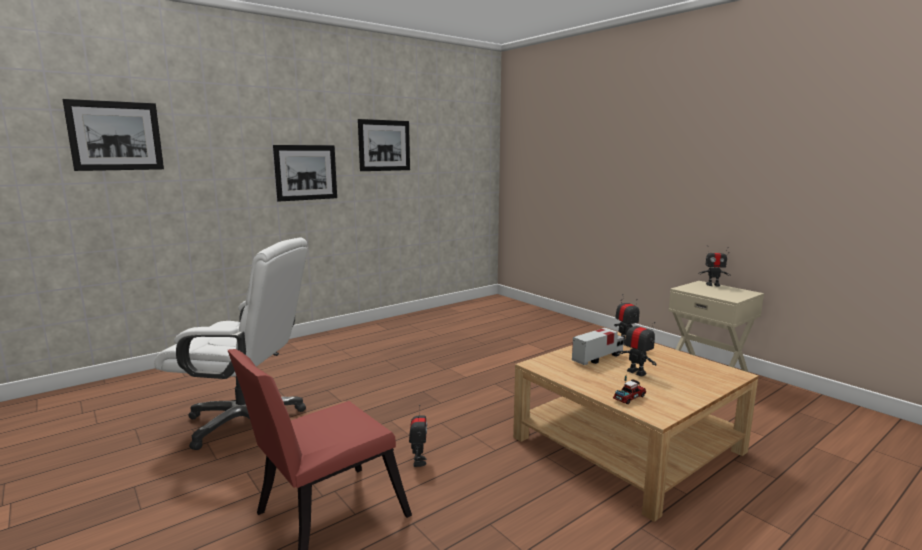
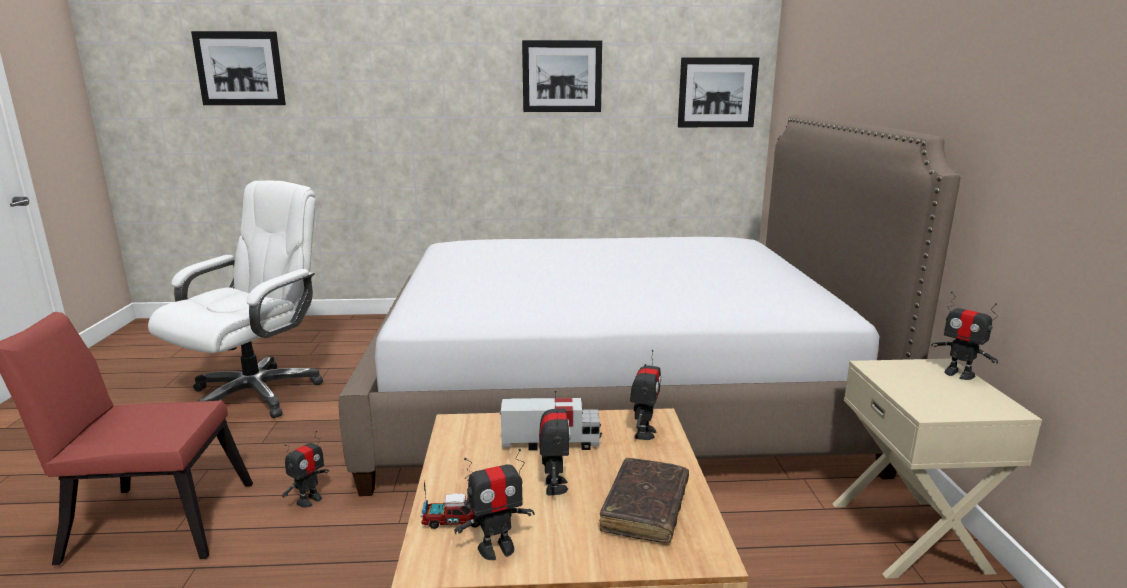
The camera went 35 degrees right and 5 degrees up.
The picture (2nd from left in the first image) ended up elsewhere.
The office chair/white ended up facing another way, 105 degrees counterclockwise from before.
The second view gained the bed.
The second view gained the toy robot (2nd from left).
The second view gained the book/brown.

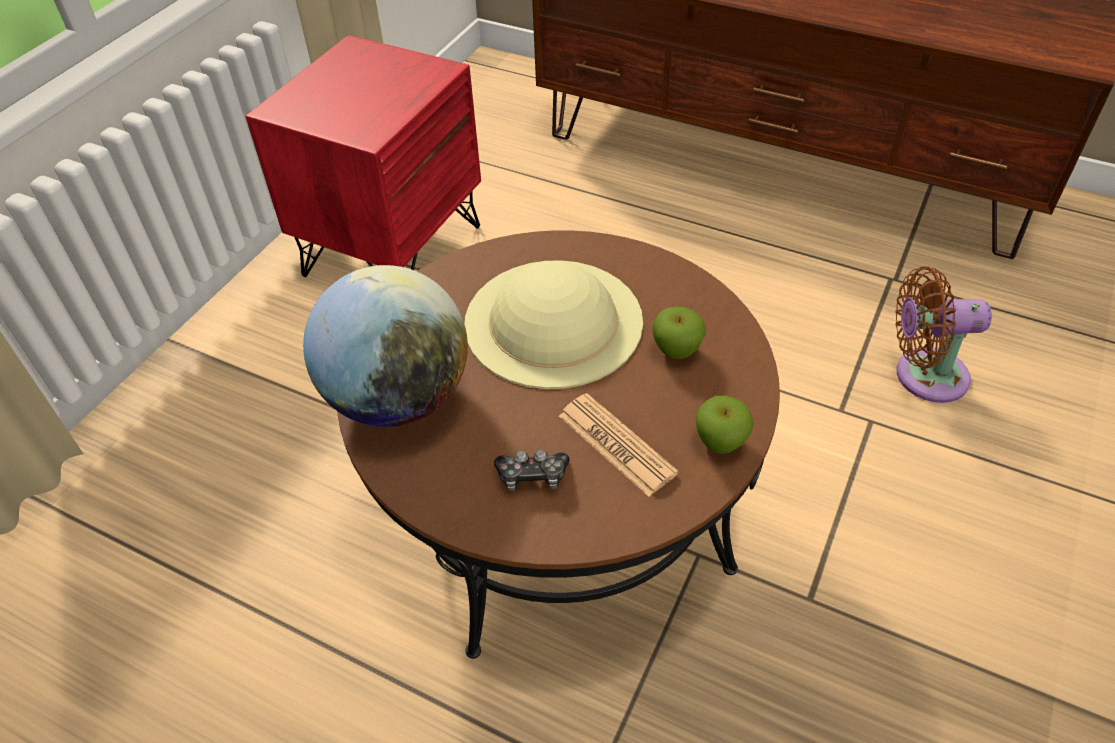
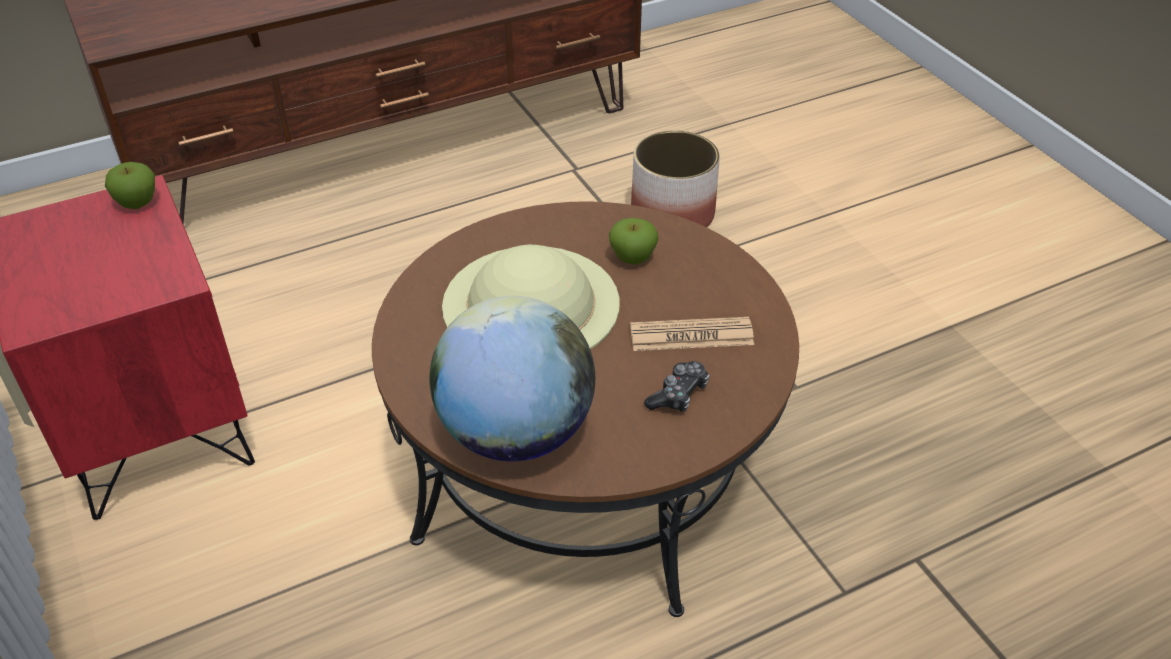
The camera went 55 degrees left and 5 degrees down.
Where the fan/brown stood, the planter came to stand.
The apple (2nd from left in the first image) ended up elsewhere.

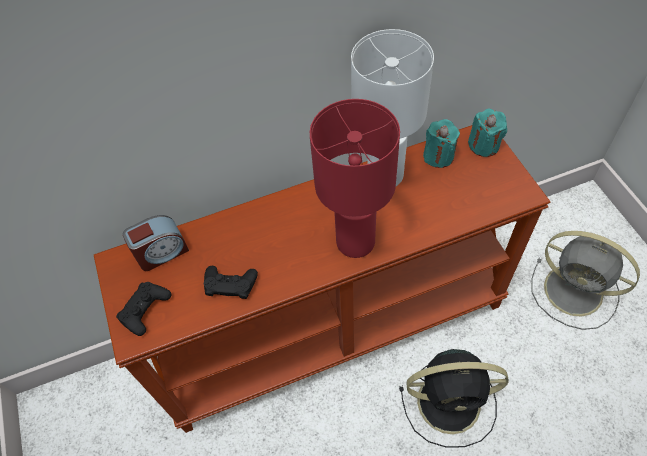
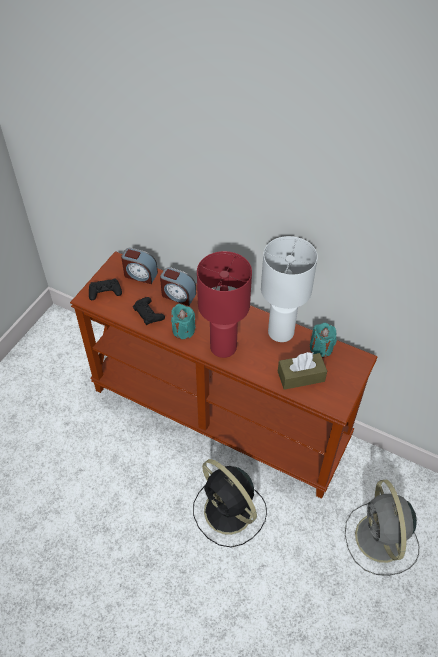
The camera went 45 degrees right and 5 degrees down.
The candle/turquoise (2nd from left in the first image) ended up elsewhere.
The second view gained the alarm clock (2nd from left).
The second view gained the tissue box/brown.

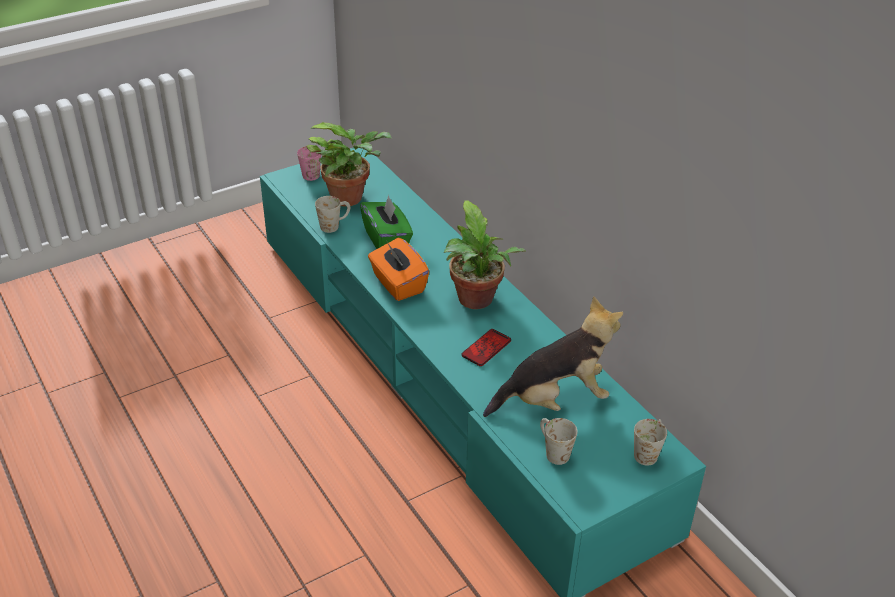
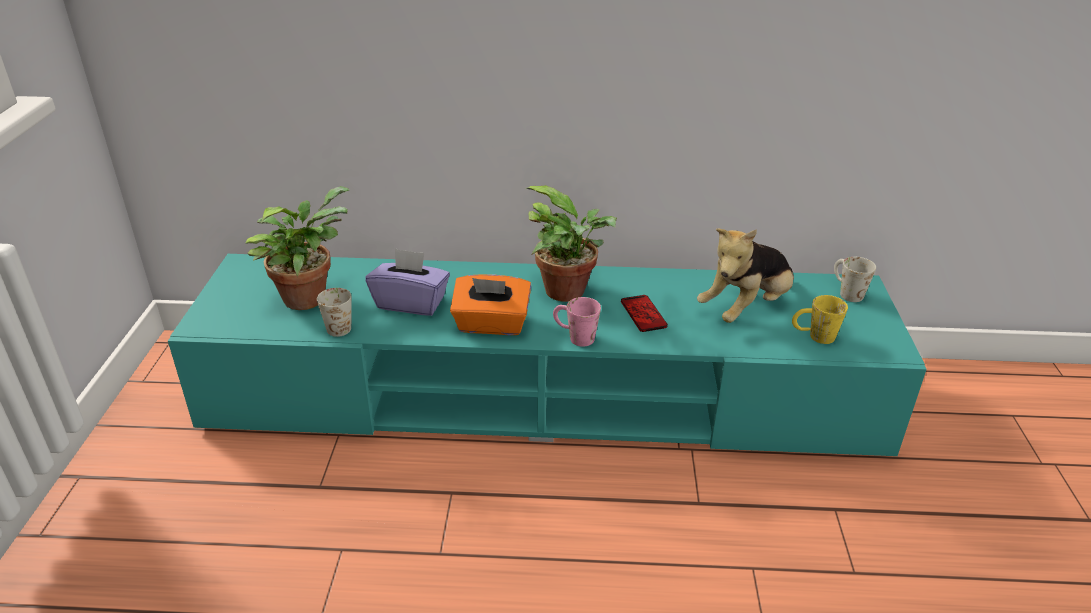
The camera went 55 degrees left and 5 degrees down.
The mug/pink ended up elsewhere.
What was the tissue box/green turned into the tissue box/purple.
The plush toy ended up facing another way, 150 degrees counterclockwise from before.
What was the mug/white (2nd from left) turned into the mug/yellow.

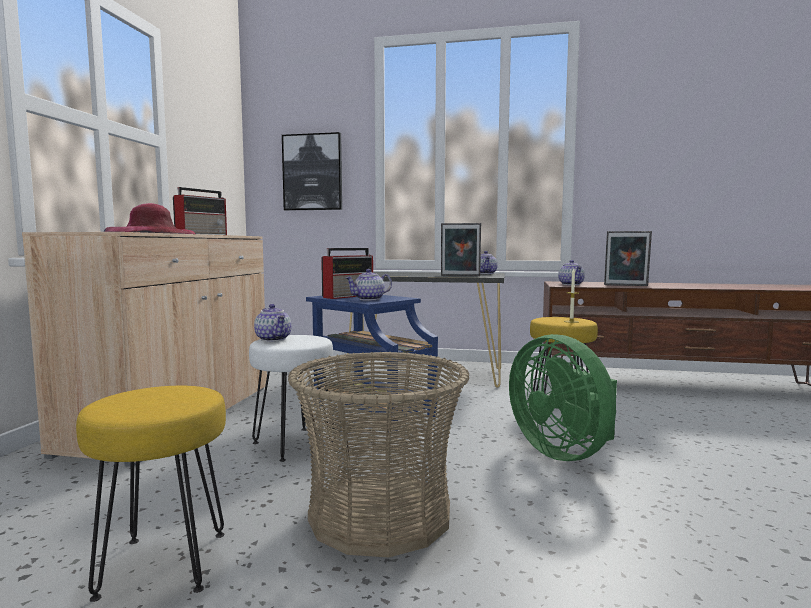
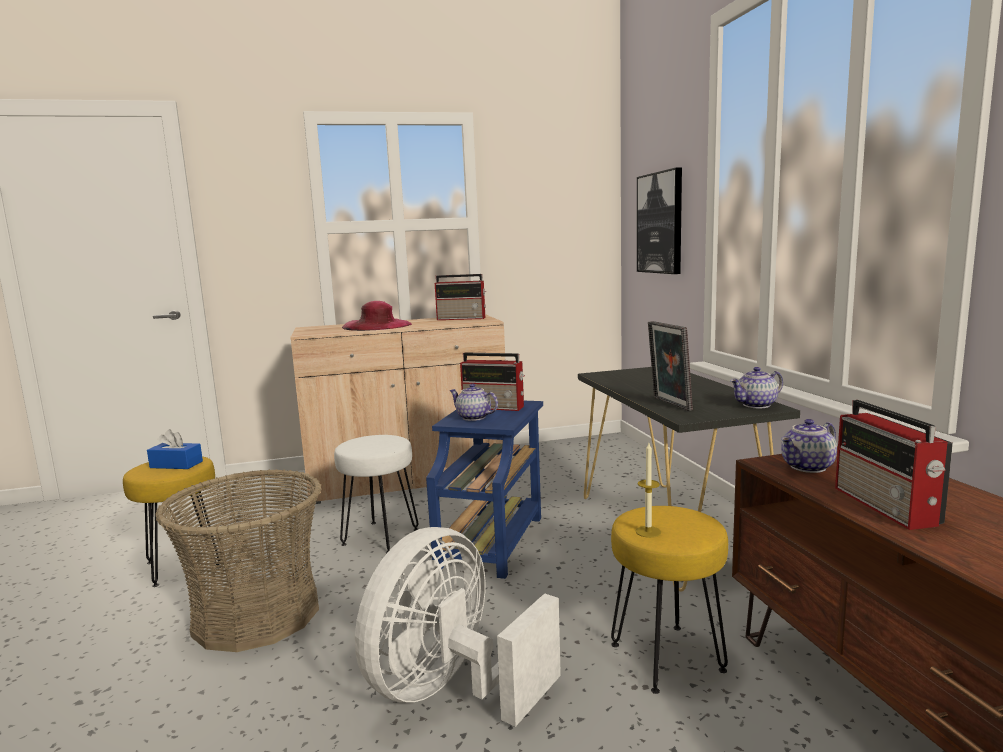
The camera went 65 degrees right and 5 degrees up.
Where the picture frame (2nd from left) stood, the radio (3rd from left) came to stand.
The second view lost the teapot (1st from left).
What was the fan/green turned into the fan/white.
The second view gained the tissue box/blue.

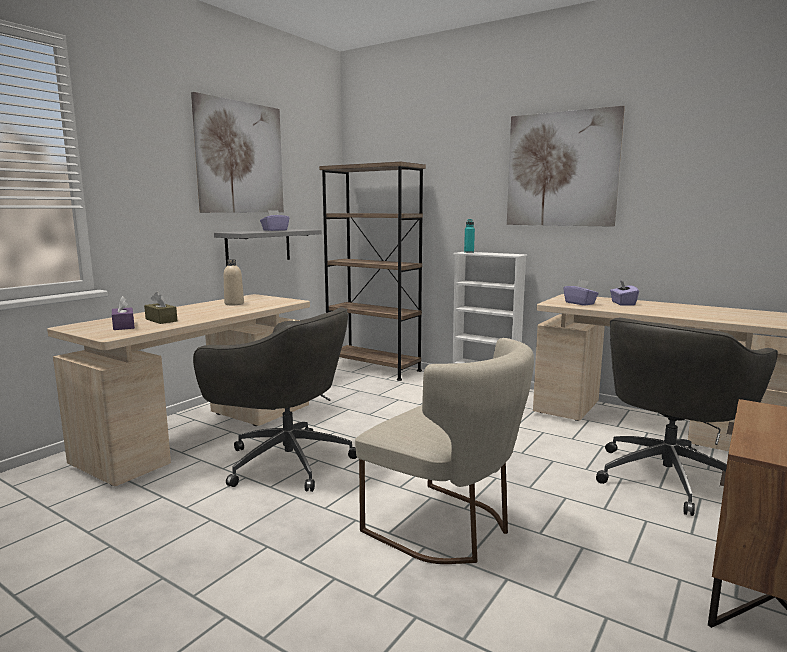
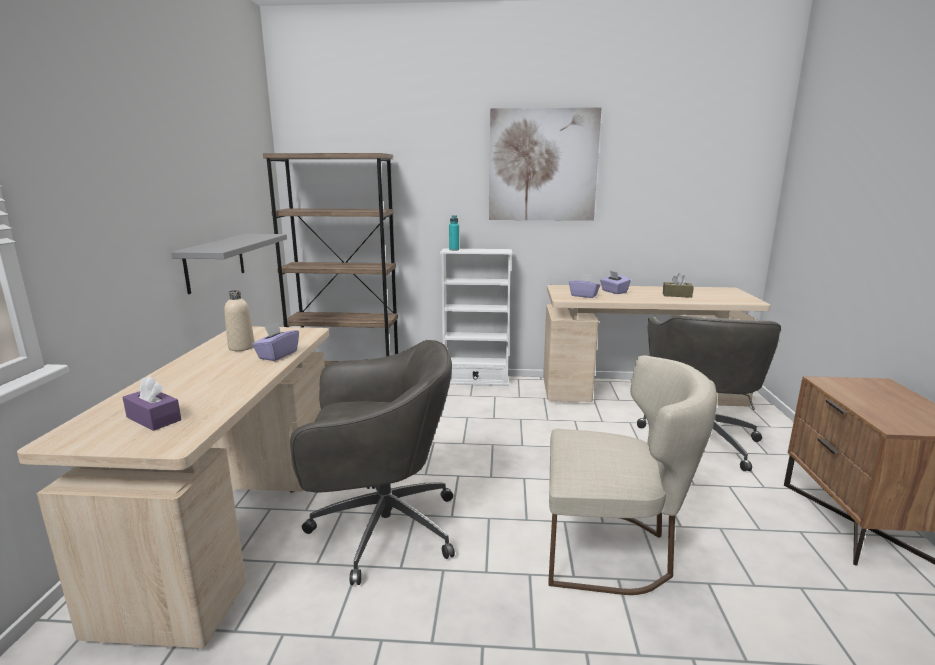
The camera went 30 degrees left and 5 degrees up.
The second view lost the picture (1st from left).
The tissue box/purple (2nd from left) ended up elsewhere.
The tissue box/brown ended up elsewhere.

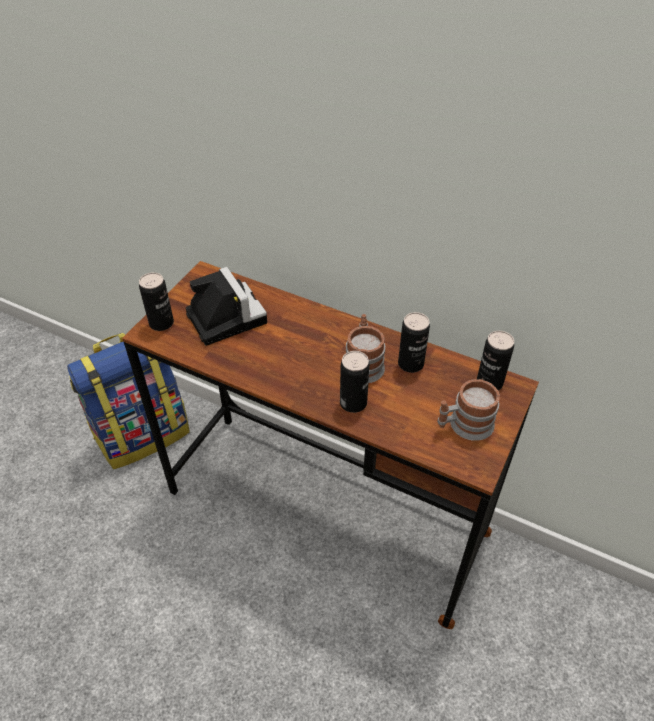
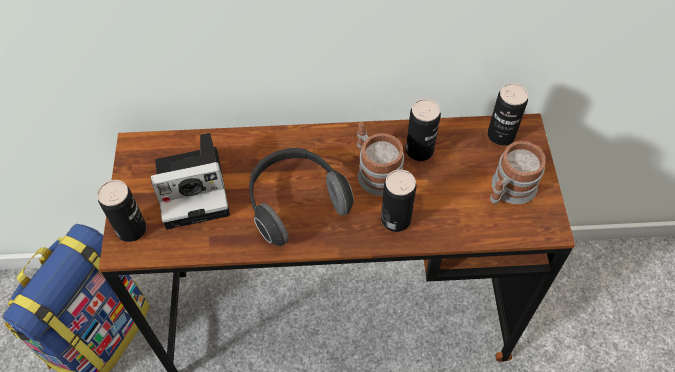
The camera went 30 degrees left and 10 degrees up.
The photo camera ended up facing another way, 135 degrees clockwise from before.
The second view gained the headphones.

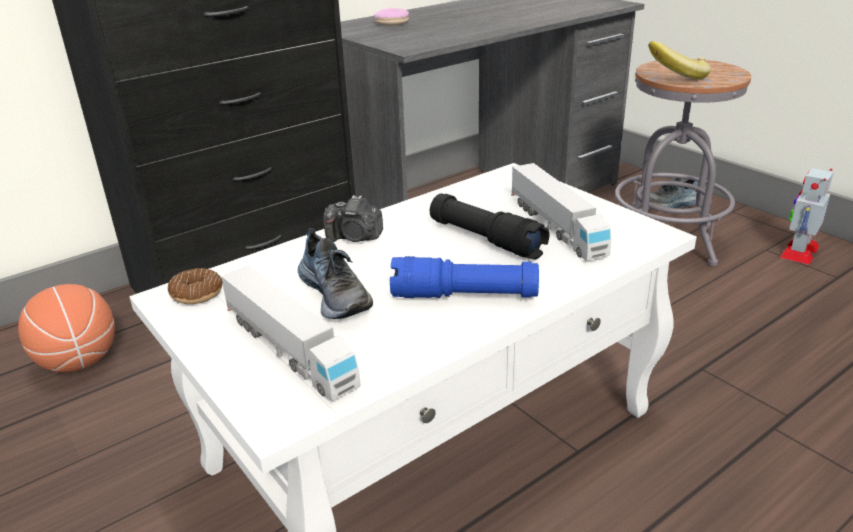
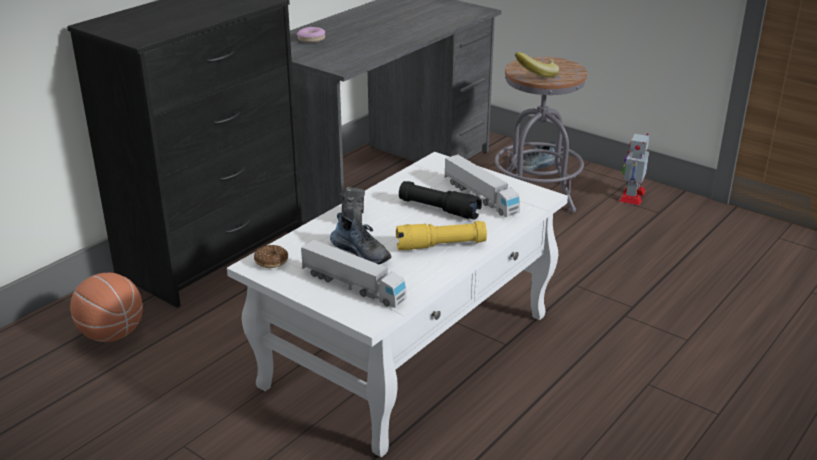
The camera went 15 degrees left and 0 degrees up.
The photo camera ended up facing another way, 90 degrees counterclockwise from before.
What was the flashlight/blue turned into the flashlight/yellow.

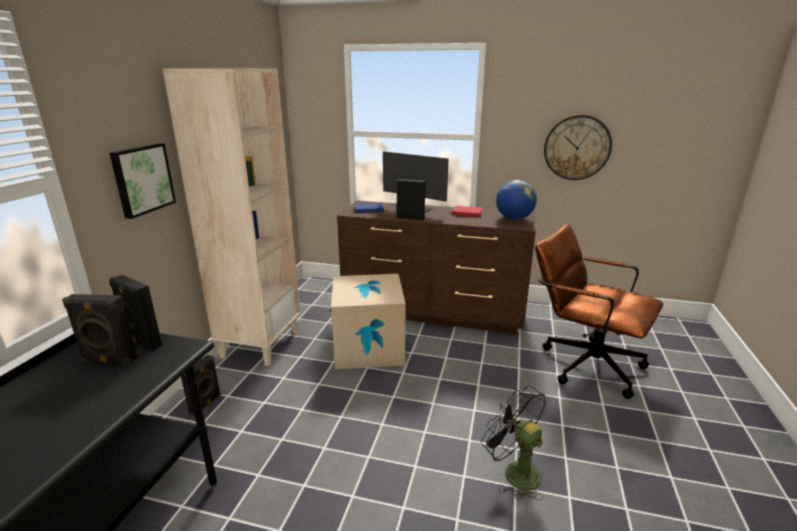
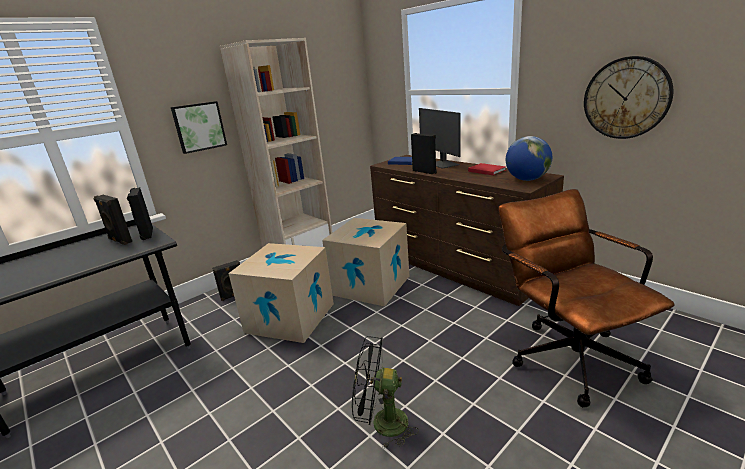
The camera went 35 degrees right and 0 degrees up.
The fan/black ended up facing another way, 75 degrees counterclockwise from before.
The second view gained the cardboard box (1st from left).

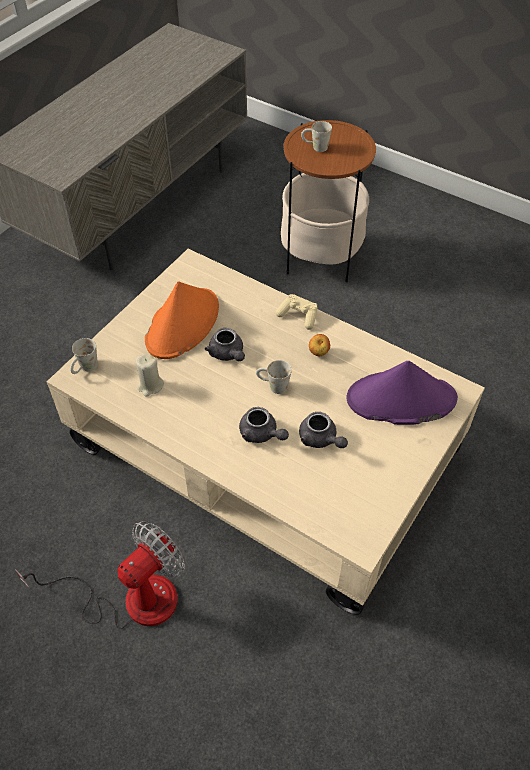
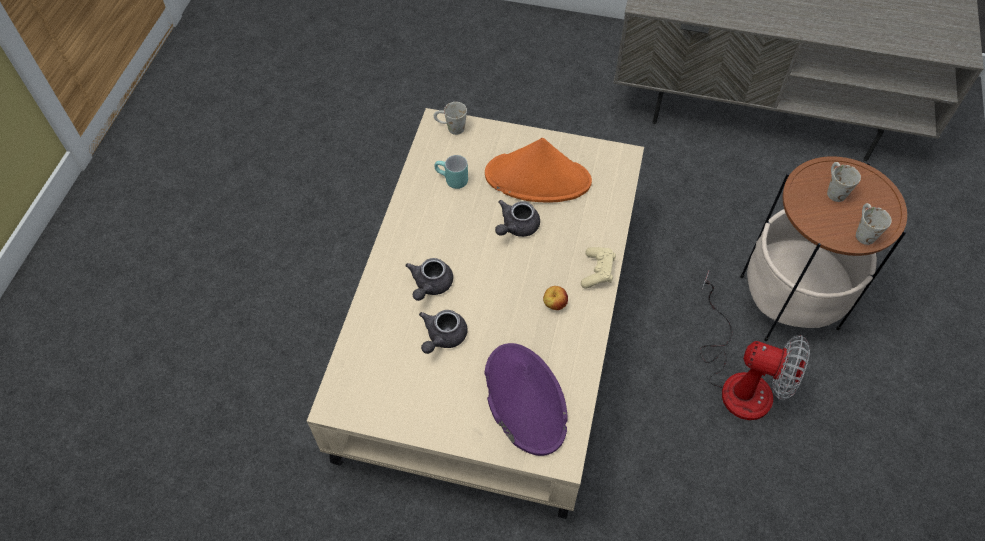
The camera went 70 degrees right and 5 degrees up.
Where the candle/beige stood, the mug/turquoise came to stand.
The mug/white (2nd from left in the first image) ended up elsewhere.
The fan ended up elsewhere.

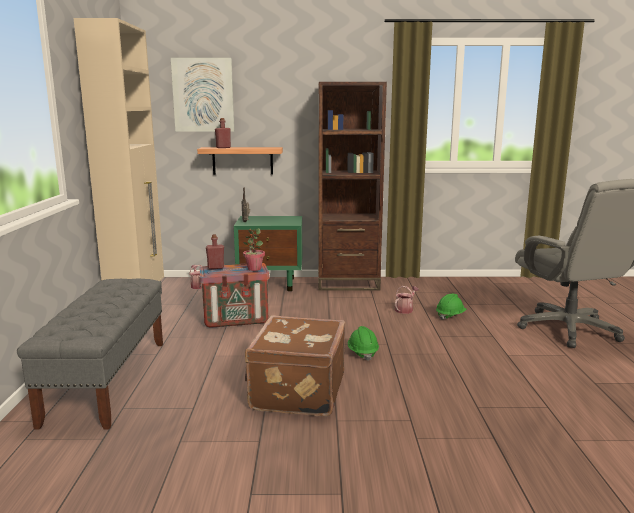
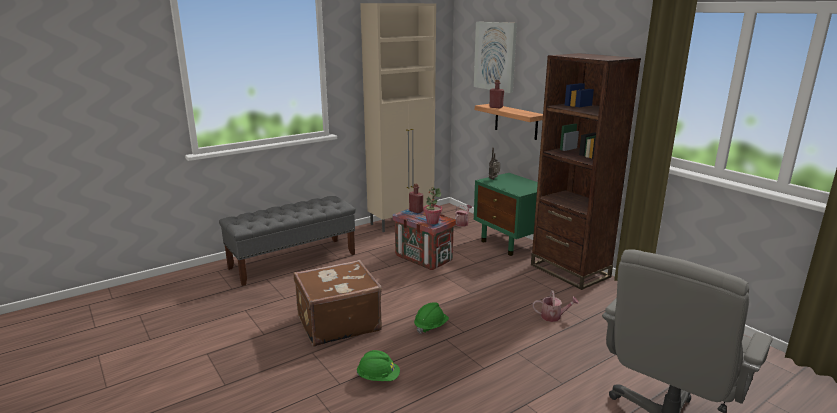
The camera went 55 degrees right and 5 degrees up.
The hard hat/green (2nd from left in the first image) ended up elsewhere.

